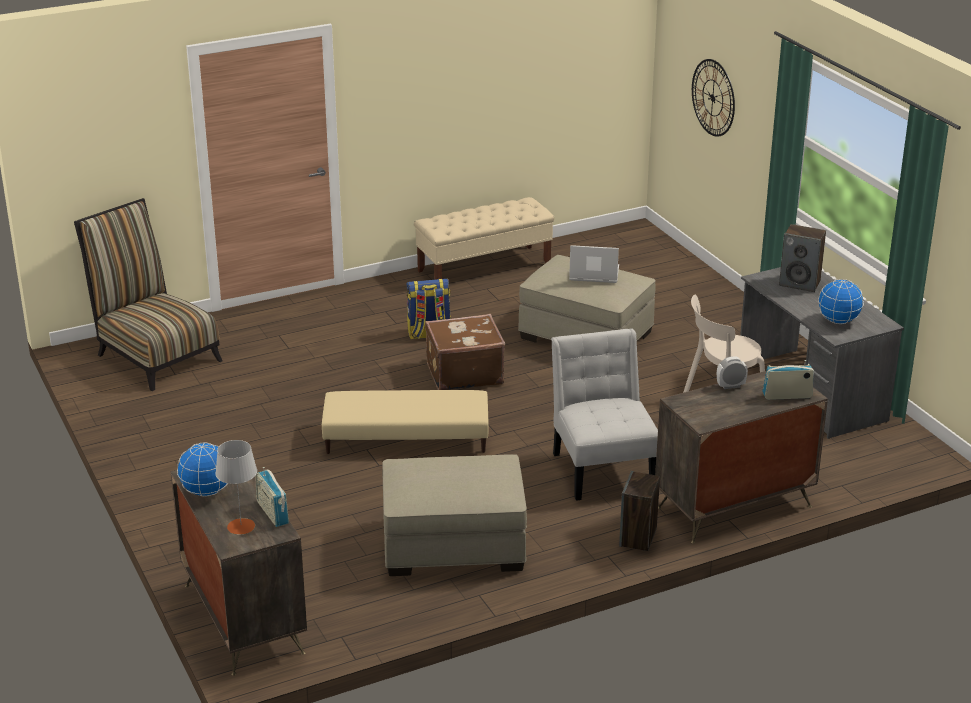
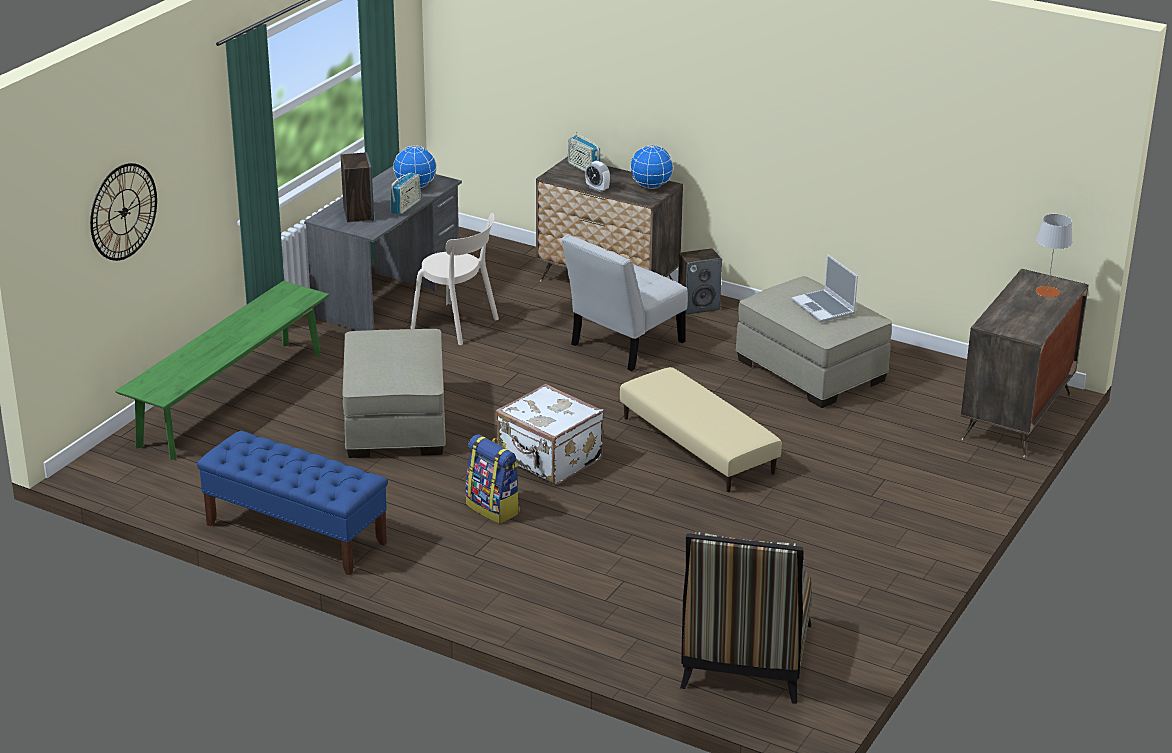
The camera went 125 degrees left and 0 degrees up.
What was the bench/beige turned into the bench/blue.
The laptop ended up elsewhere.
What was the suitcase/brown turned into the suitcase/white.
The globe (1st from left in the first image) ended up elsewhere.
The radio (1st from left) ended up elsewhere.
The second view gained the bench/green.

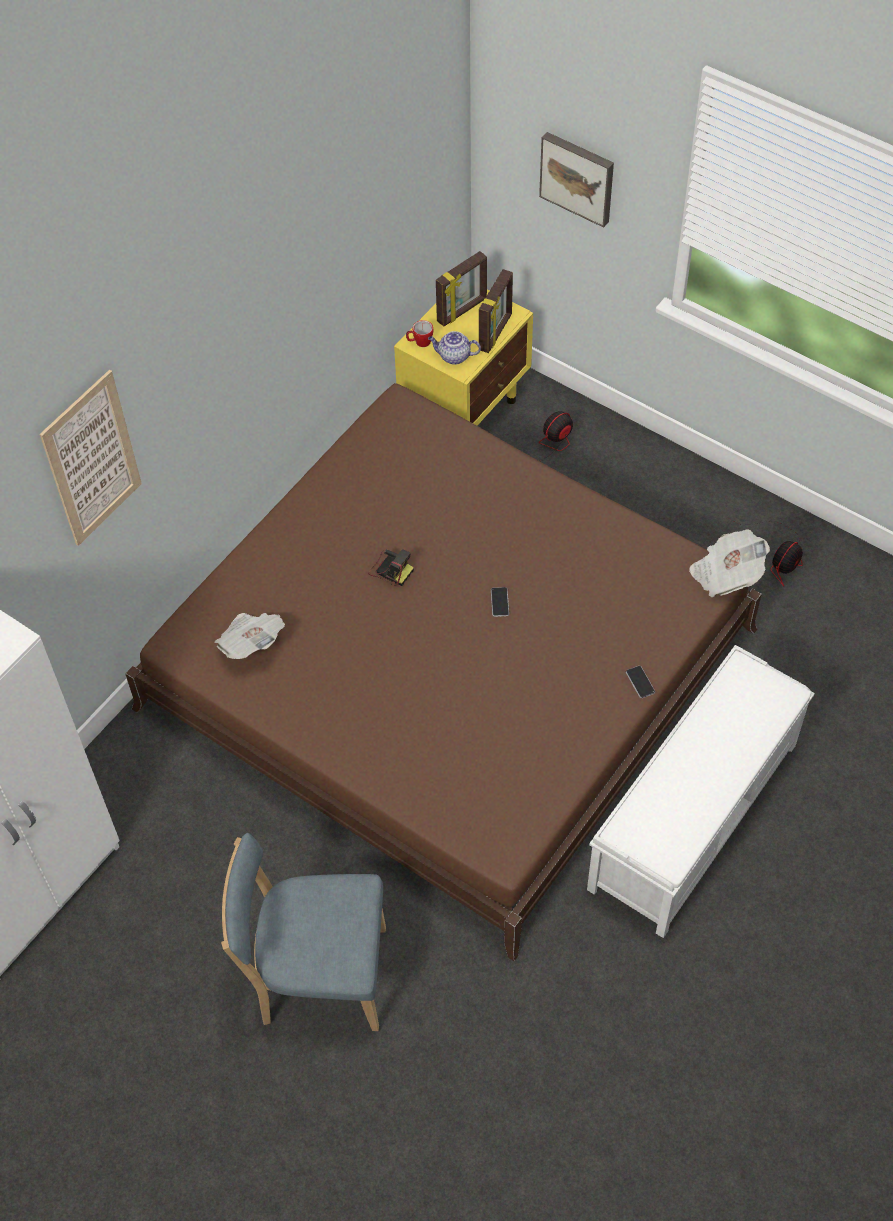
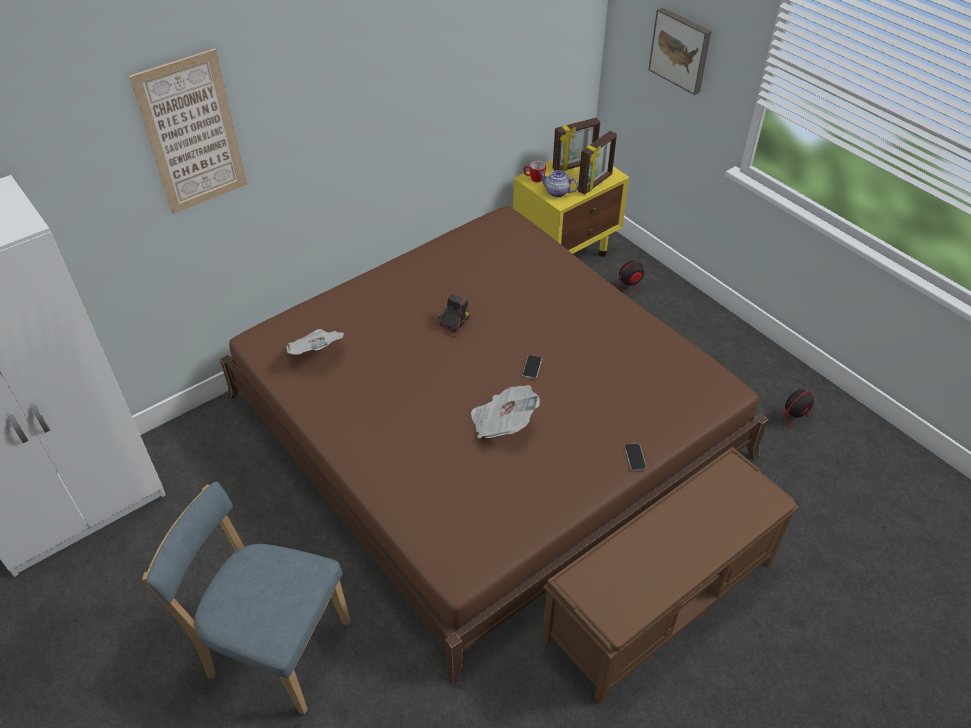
The camera went 15 degrees right and 10 degrees down.
The newspaper (2nd from left) ended up elsewhere.
The photo camera ended up facing another way, 105 degrees counterclockwise from before.
What was the bench/white turned into the bench/brown.

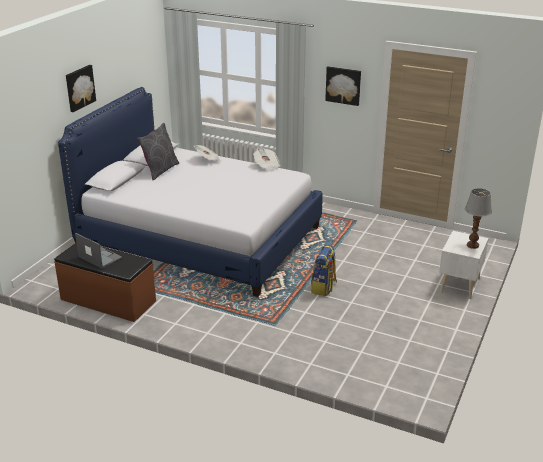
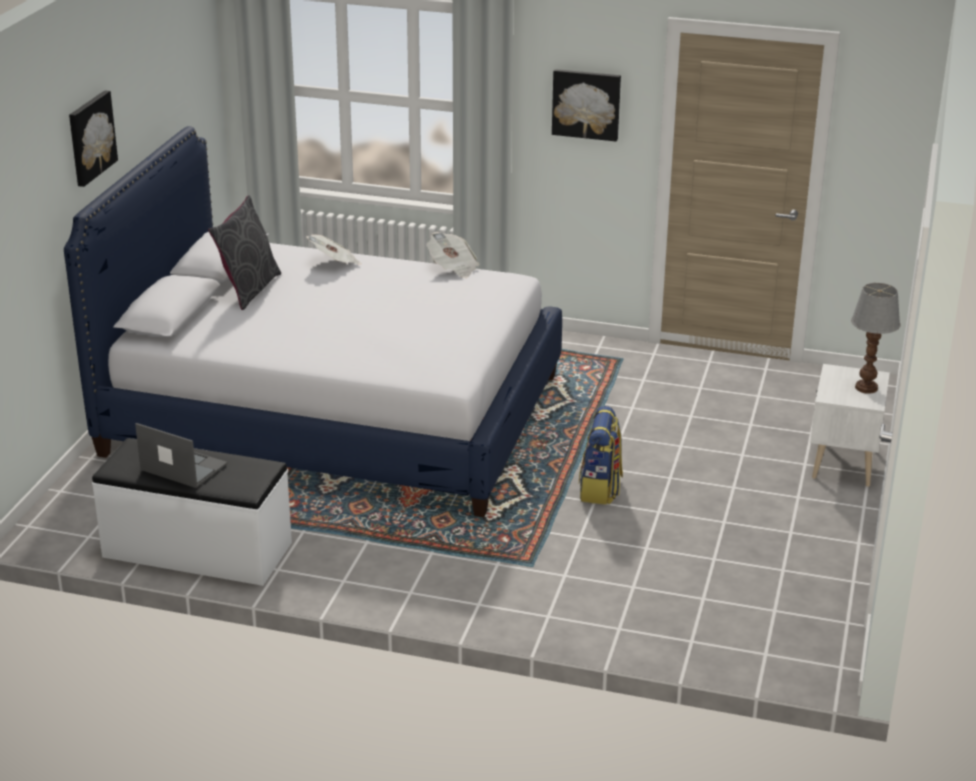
The camera went 10 degrees left and 0 degrees up.
What was the bench/brown turned into the bench/white.

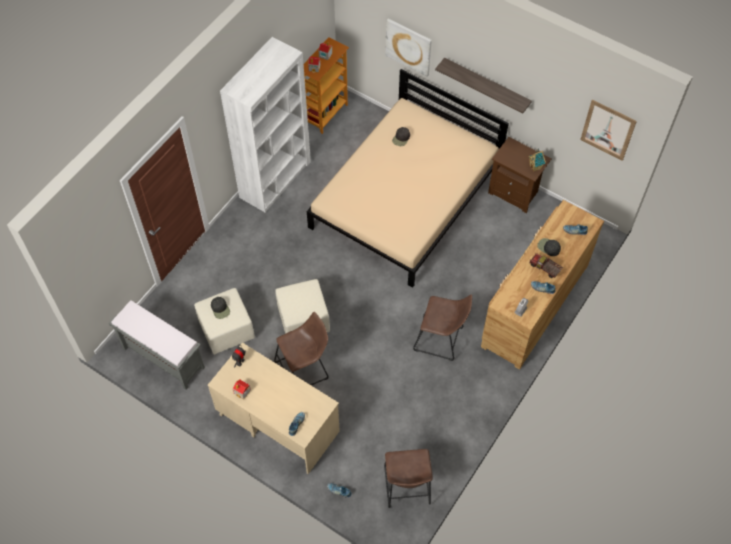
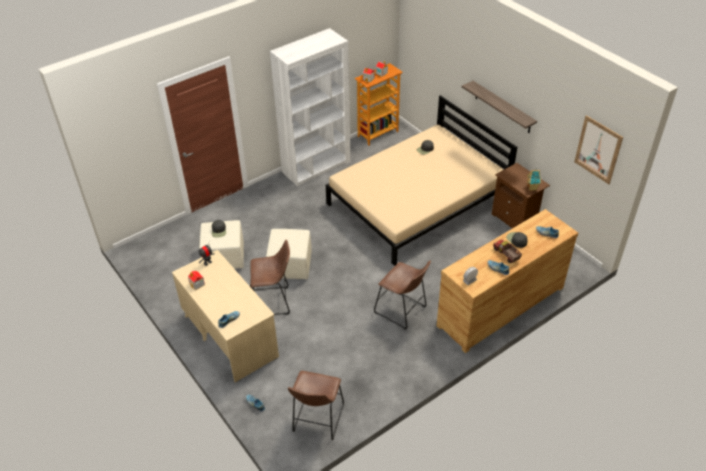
The camera went 20 degrees right and 15 degrees down.
The second view lost the picture (1st from left).
The second view lost the bench/grey.

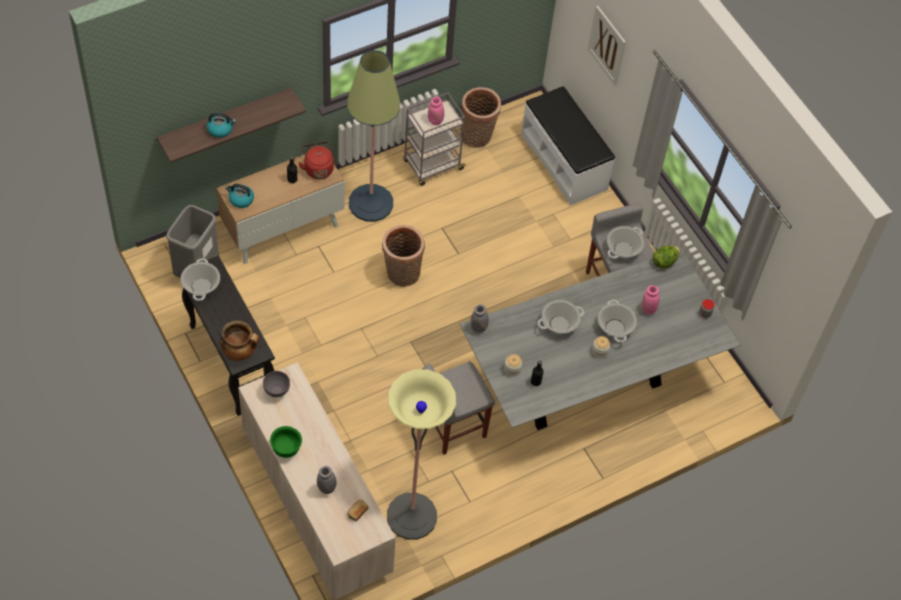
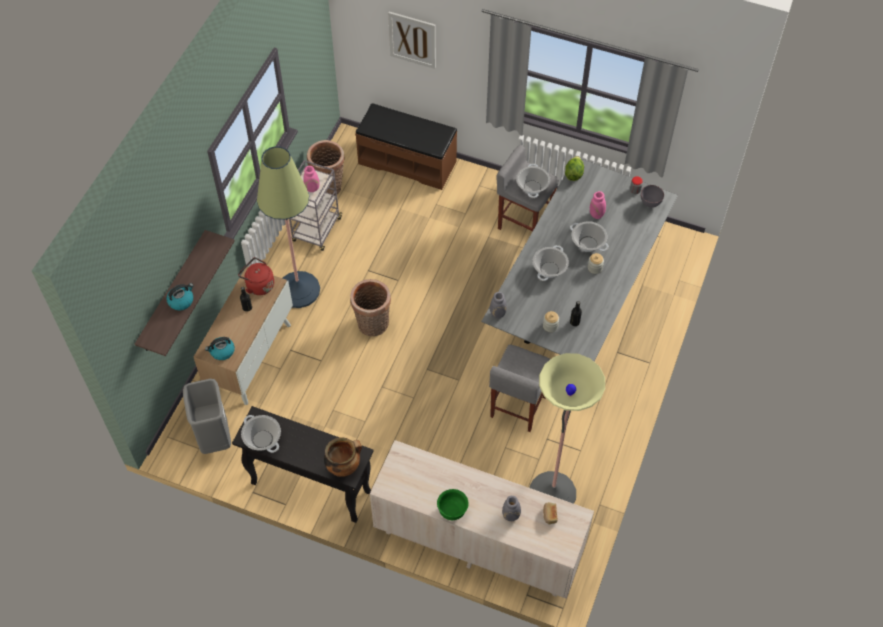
The camera went 35 degrees left and 0 degrees up.
What was the bench/white turned into the bench/brown.
The bowl/grey ended up elsewhere.

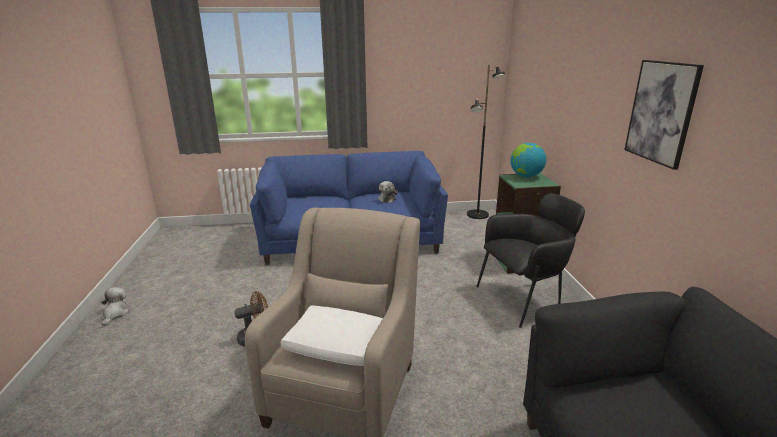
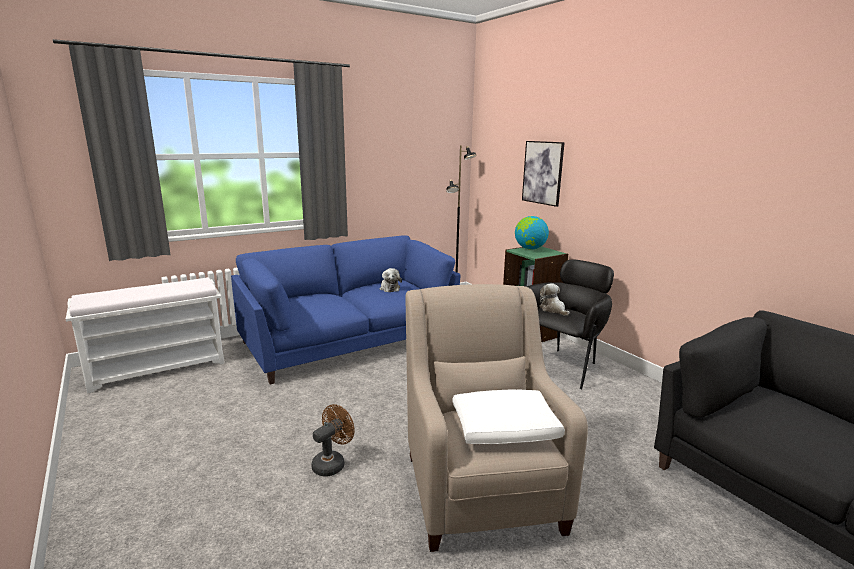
The camera went 25 degrees left and 5 degrees down.
The picture ended up elsewhere.
The plush toy (1st from left in the first image) ended up elsewhere.
The second view gained the bench/white.

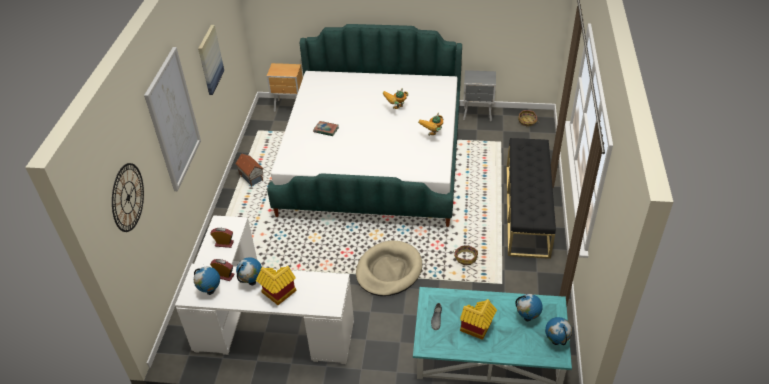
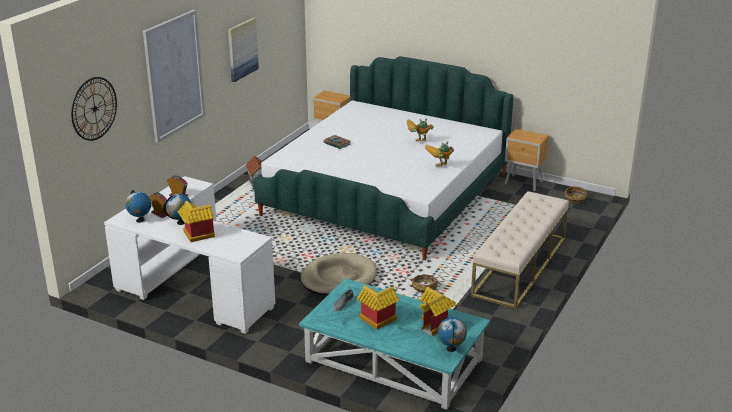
The camera went 20 degrees right and 15 degrees down.
What was the nightstand/grey turned into the nightstand/brown (2nd from left).
What was the bench/black turned into the bench/beige.
Where the globe (3rd from left) stood, the toy house (4th from left) came to stand.

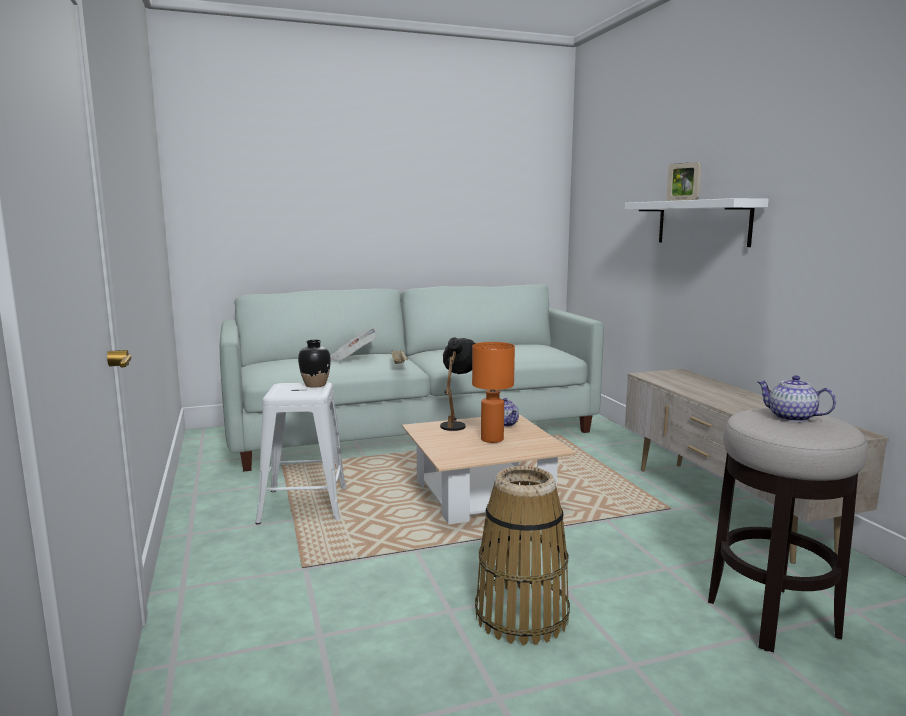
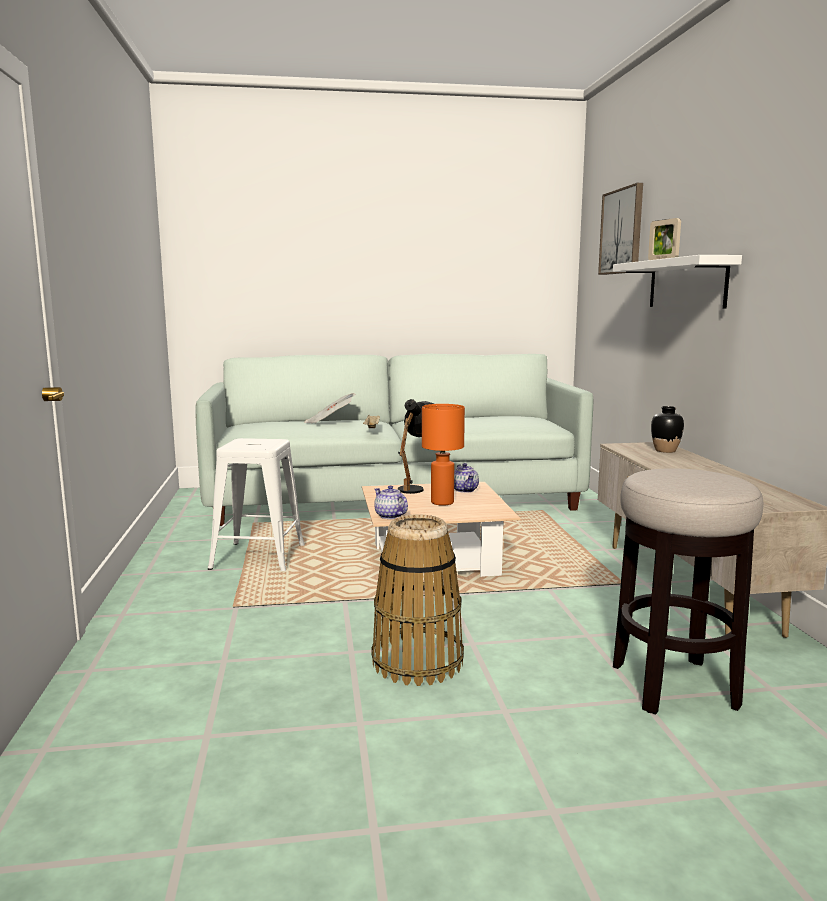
The camera went 10 degrees right and 0 degrees up.
The vase/black ended up elsewhere.
The teapot (2nd from left in the first image) ended up elsewhere.
The second view gained the picture.

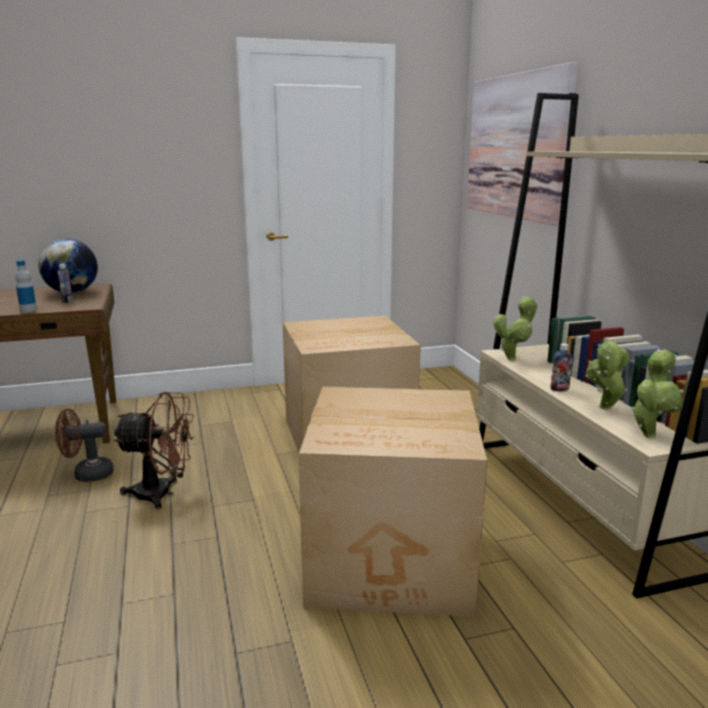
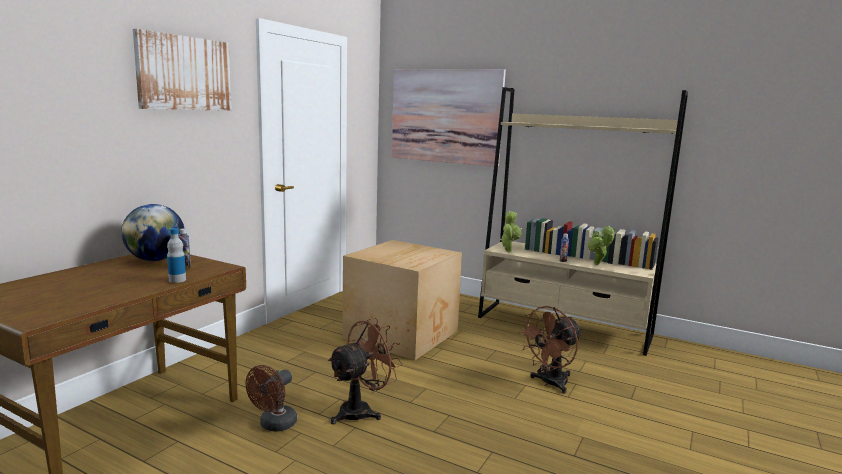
The camera went 45 degrees left and 5 degrees down.
The second view lost the potted plant (3rd from left).
Where the cardboard box (2nd from left) stood, the fan/brown (3rd from left) came to stand.
The second view gained the picture (1st from left).

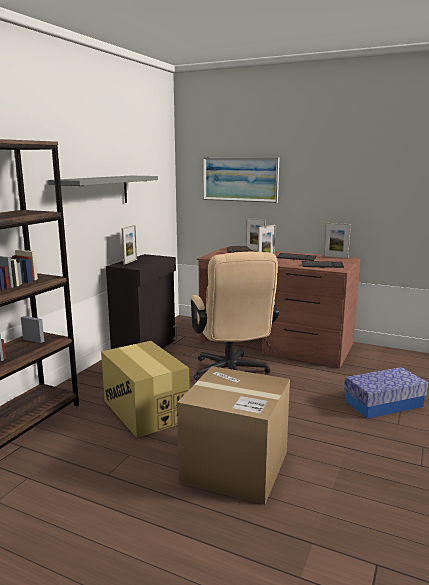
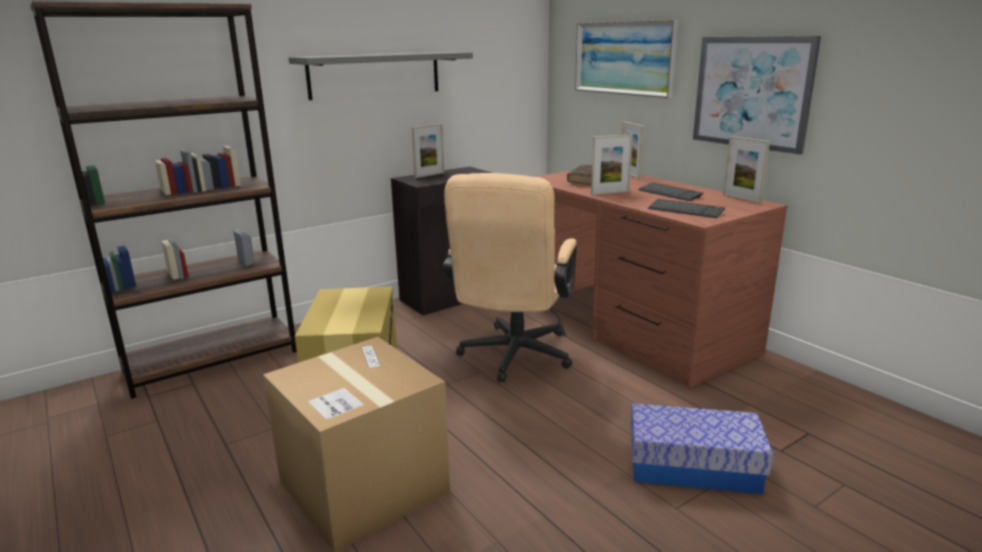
The camera went 30 degrees right and 5 degrees up.
The second view gained the picture (2nd from left).

